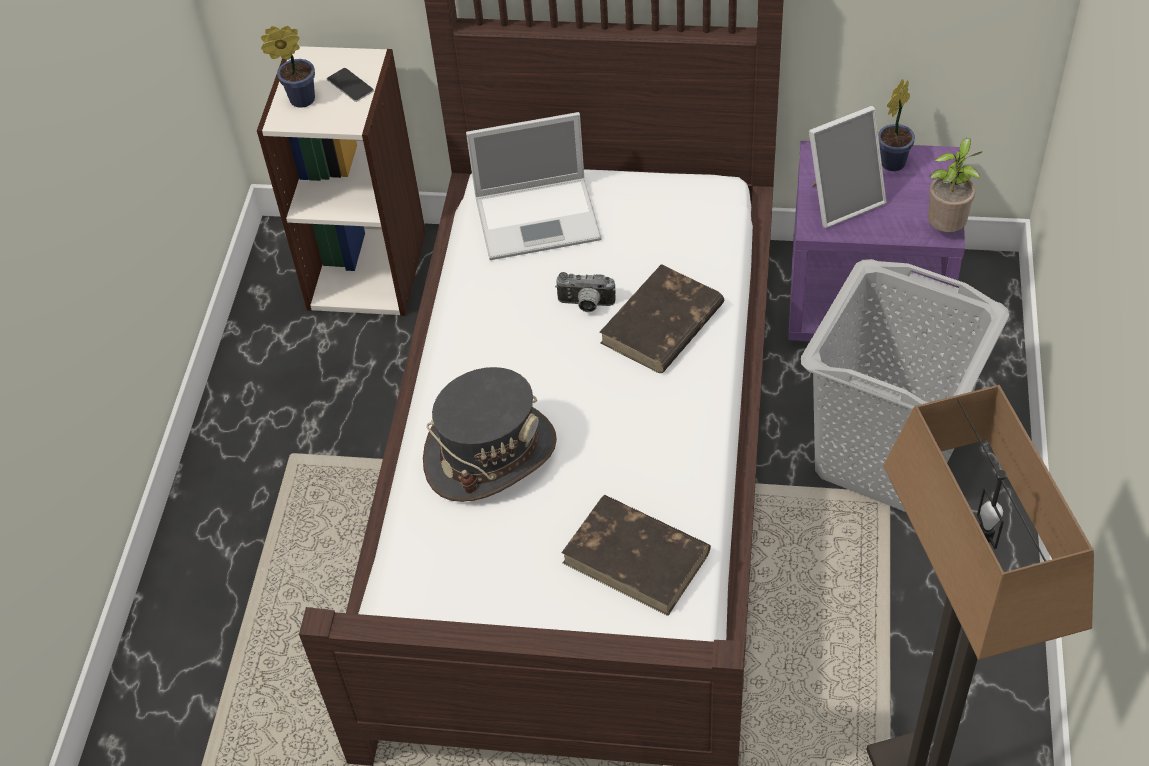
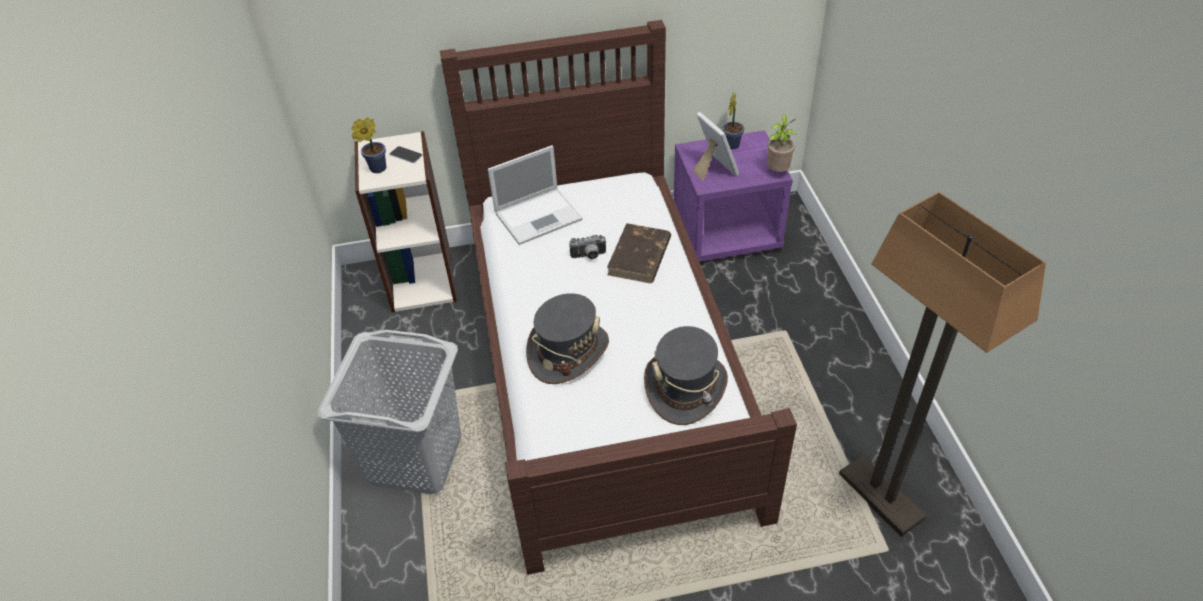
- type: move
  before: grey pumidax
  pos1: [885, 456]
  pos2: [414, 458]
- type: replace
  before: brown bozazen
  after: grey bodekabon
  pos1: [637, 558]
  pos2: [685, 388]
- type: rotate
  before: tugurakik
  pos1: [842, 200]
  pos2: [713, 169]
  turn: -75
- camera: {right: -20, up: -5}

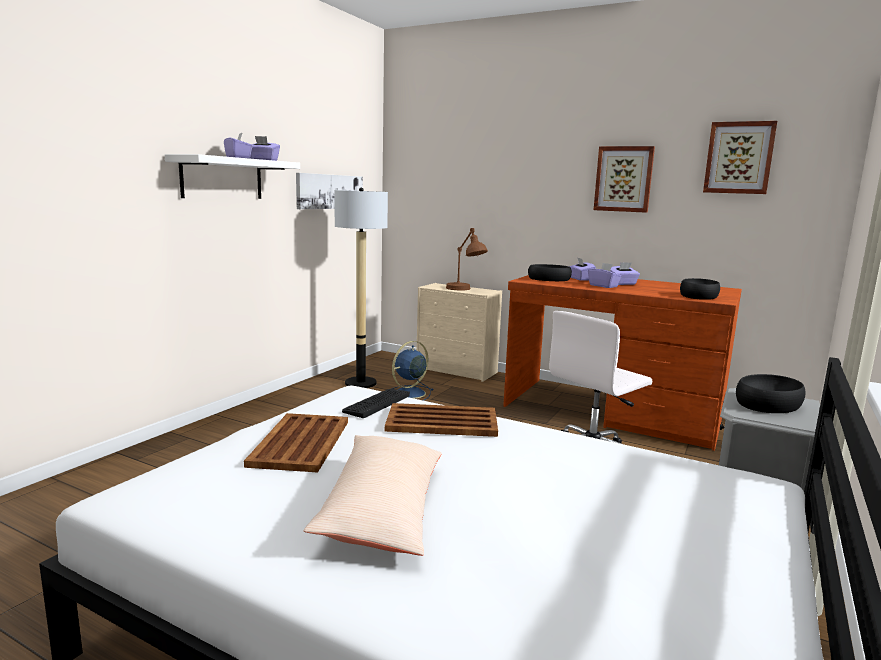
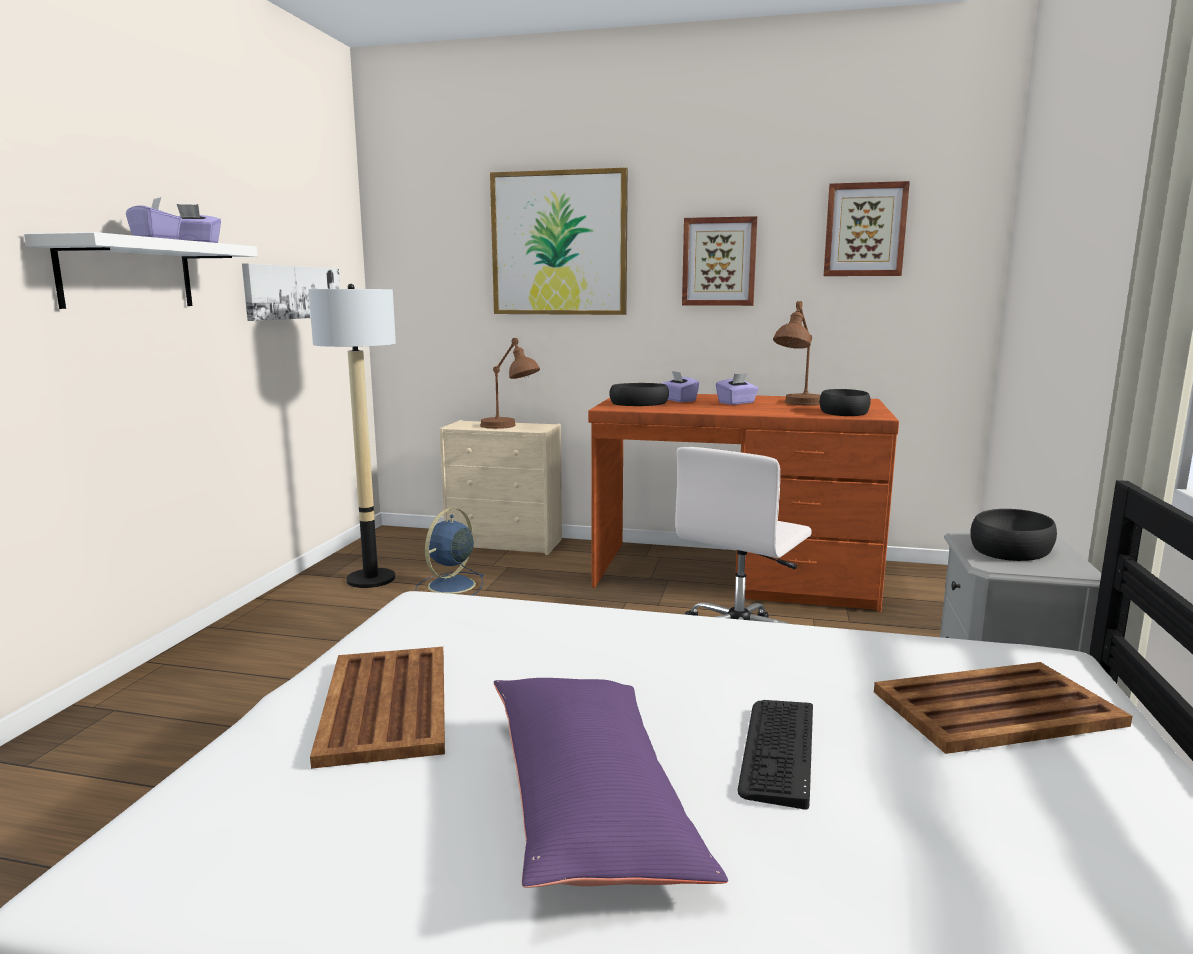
- type: delete
  before: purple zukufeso
  pos1: [603, 286]
- type: insert
  after: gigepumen
  pos2: [559, 244]
- type: insert
  after: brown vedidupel
  pos2: [798, 405]
- type: move
  before: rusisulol
  pos1: [376, 403]
  pos2: [777, 750]
- type: move
  before: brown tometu
  pos1: [443, 422]
  pos2: [999, 708]
- type: recolor
  before: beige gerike
  after: purple gerike
  pos1: [383, 508]
  pos2: [590, 800]
- camera: {right: -15, up: 0}

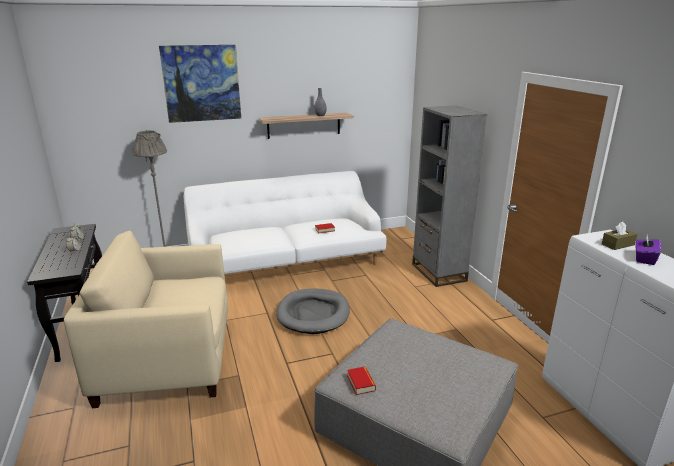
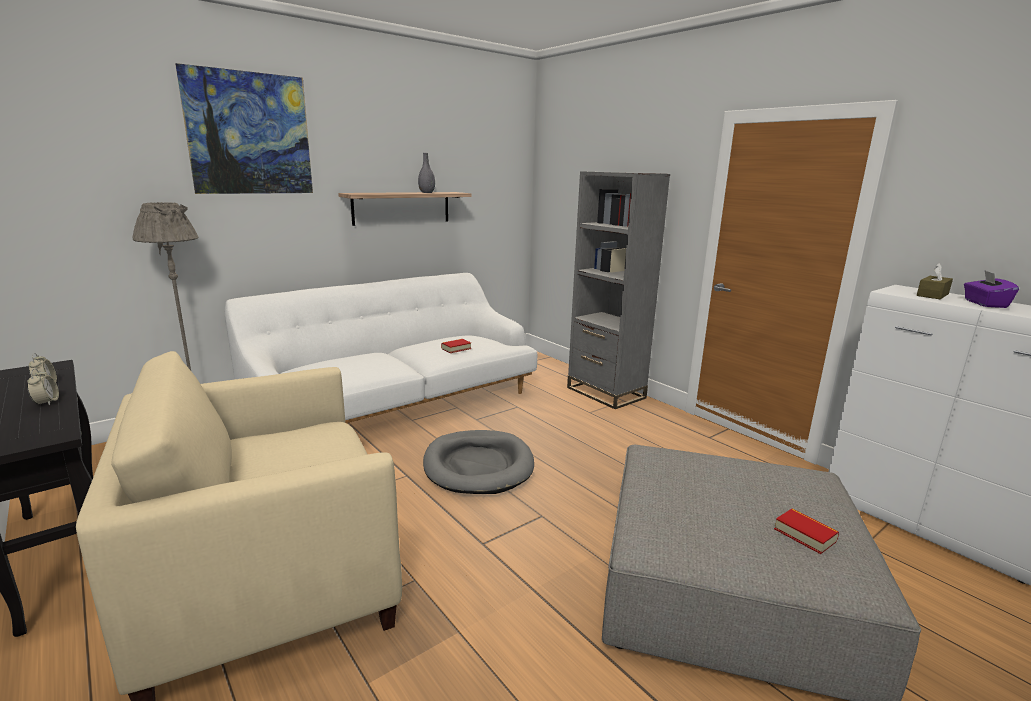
- type: move
  before: bozazen
  pos1: [361, 383]
  pos2: [805, 535]
- camera: {right: -20, up: -5}

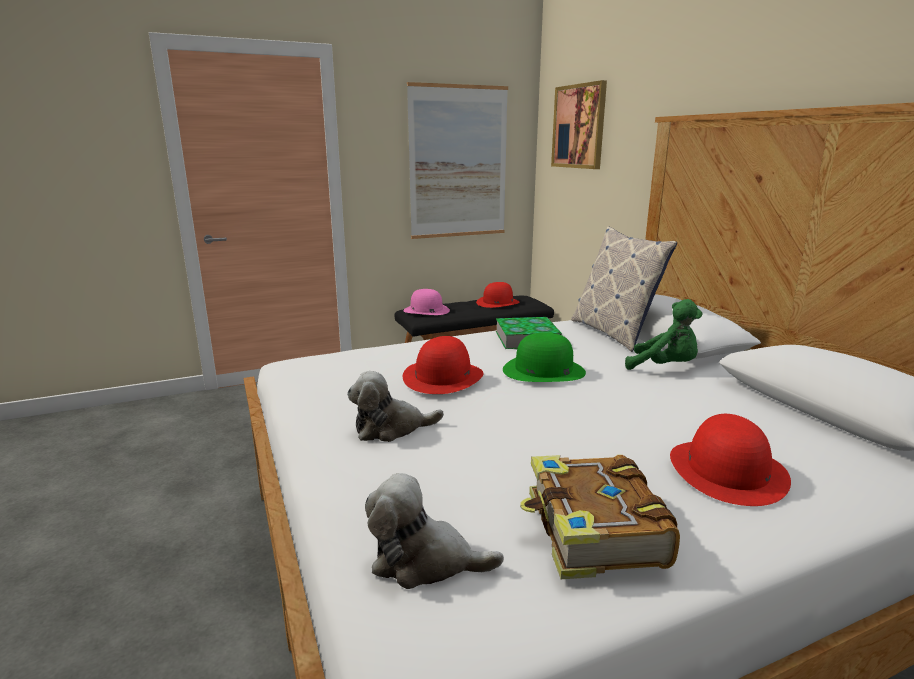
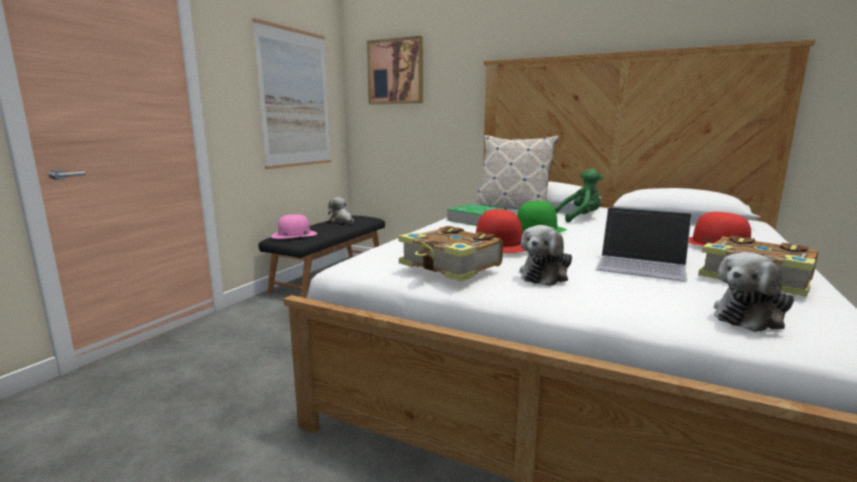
- type: insert
  after: bozazen
  pos2: [450, 266]
- type: insert
  after: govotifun
  pos2: [642, 265]
- type: replace
  before: red bodekabon
  after: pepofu
  pos1: [497, 302]
  pos2: [342, 221]
- camera: {right: -40, up: -5}

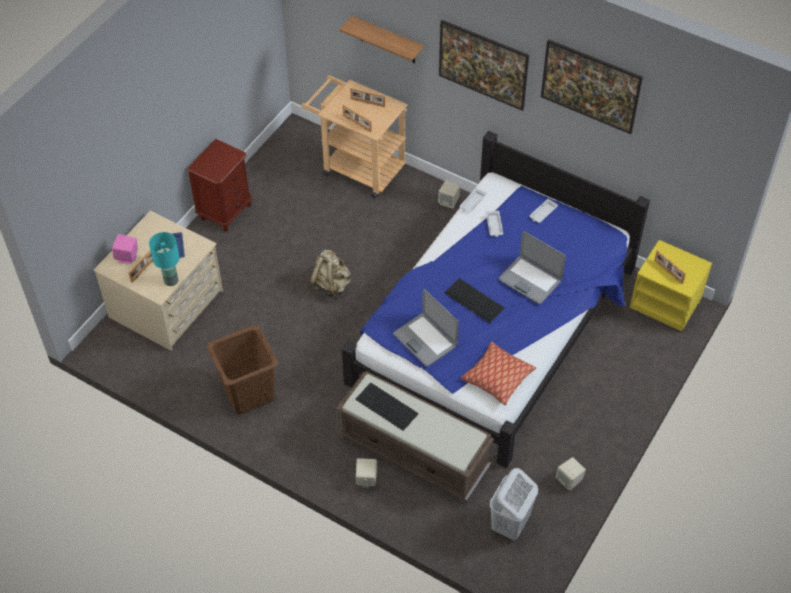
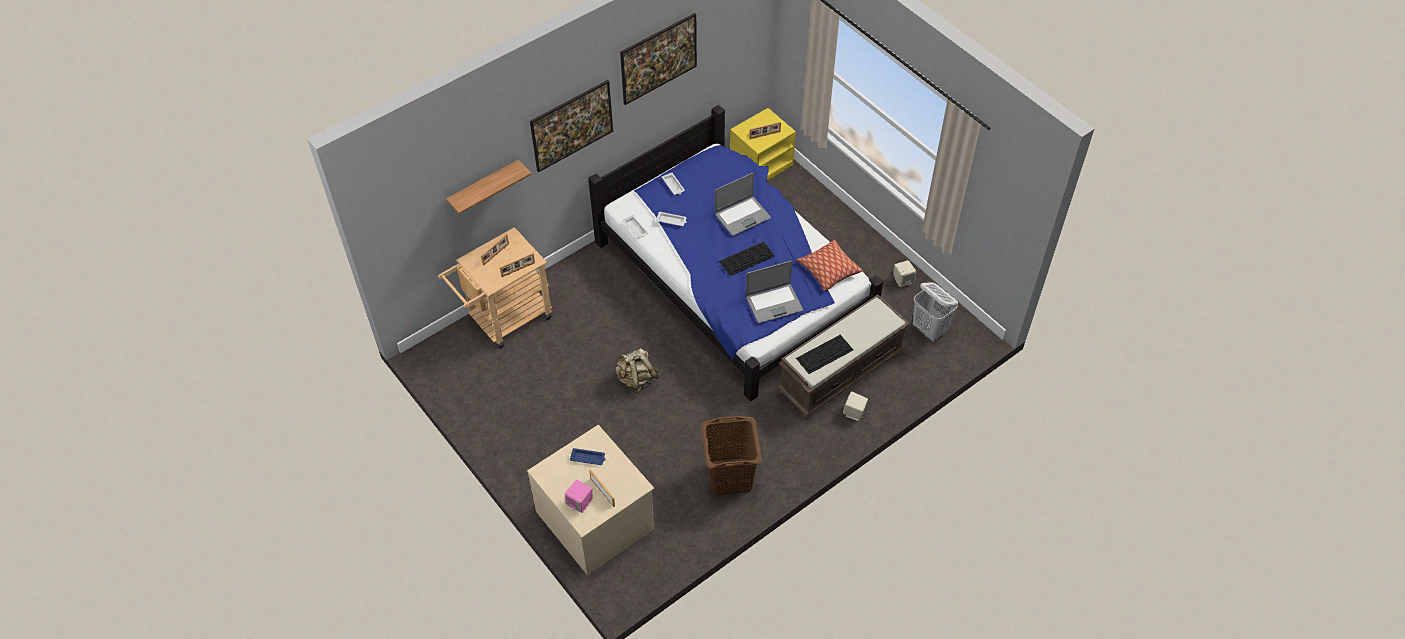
- type: delete
  before: turquoise vedidupel
  pos1: [170, 281]
- type: delete
  before: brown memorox
  pos1: [225, 211]
- type: delete
  before: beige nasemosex
  pos1: [449, 202]
- camera: {right: -70, up: 0}

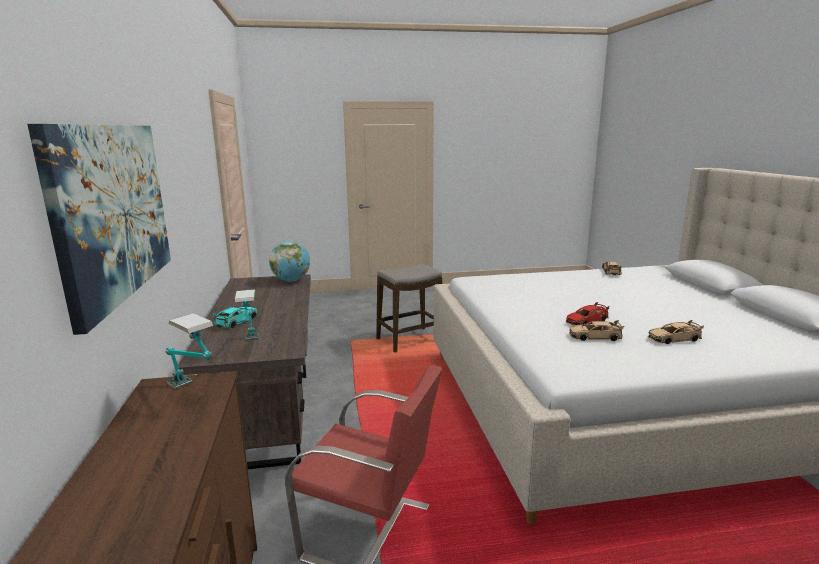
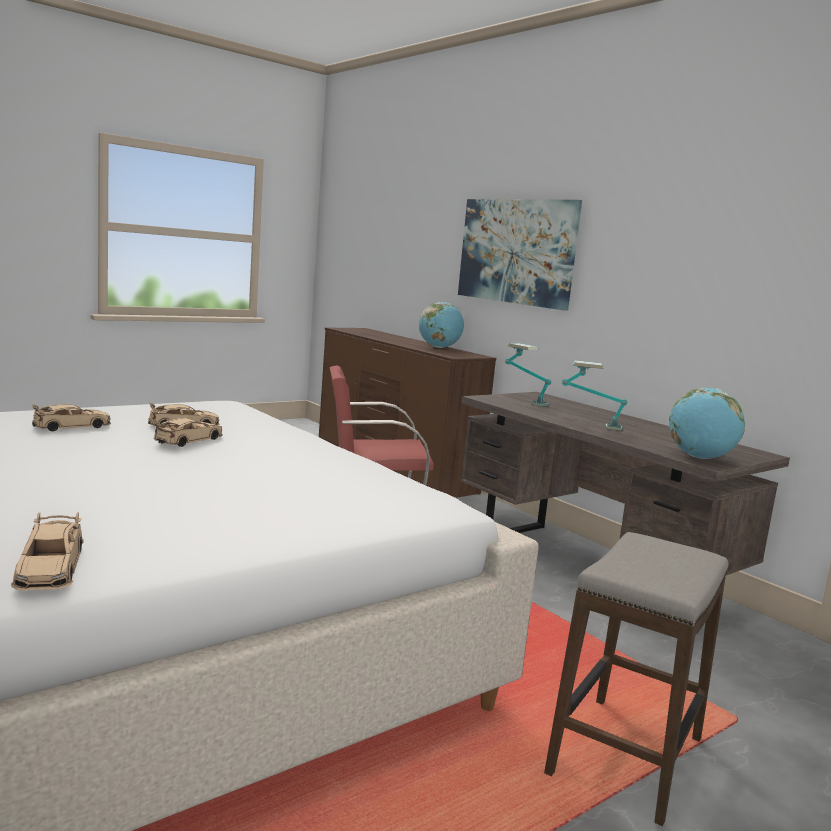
- type: delete
  before: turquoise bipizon
  pos1: [237, 321]
- type: insert
  after: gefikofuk
  pos2: [439, 347]
- type: move
  before: vedidupel
  pos1: [194, 392]
  pos2: [590, 425]
- type: recolor
  before: red bipizon
  after: beige bipizon
  pos1: [586, 321]
  pos2: [189, 440]
- camera: {right: 150, up: -5}

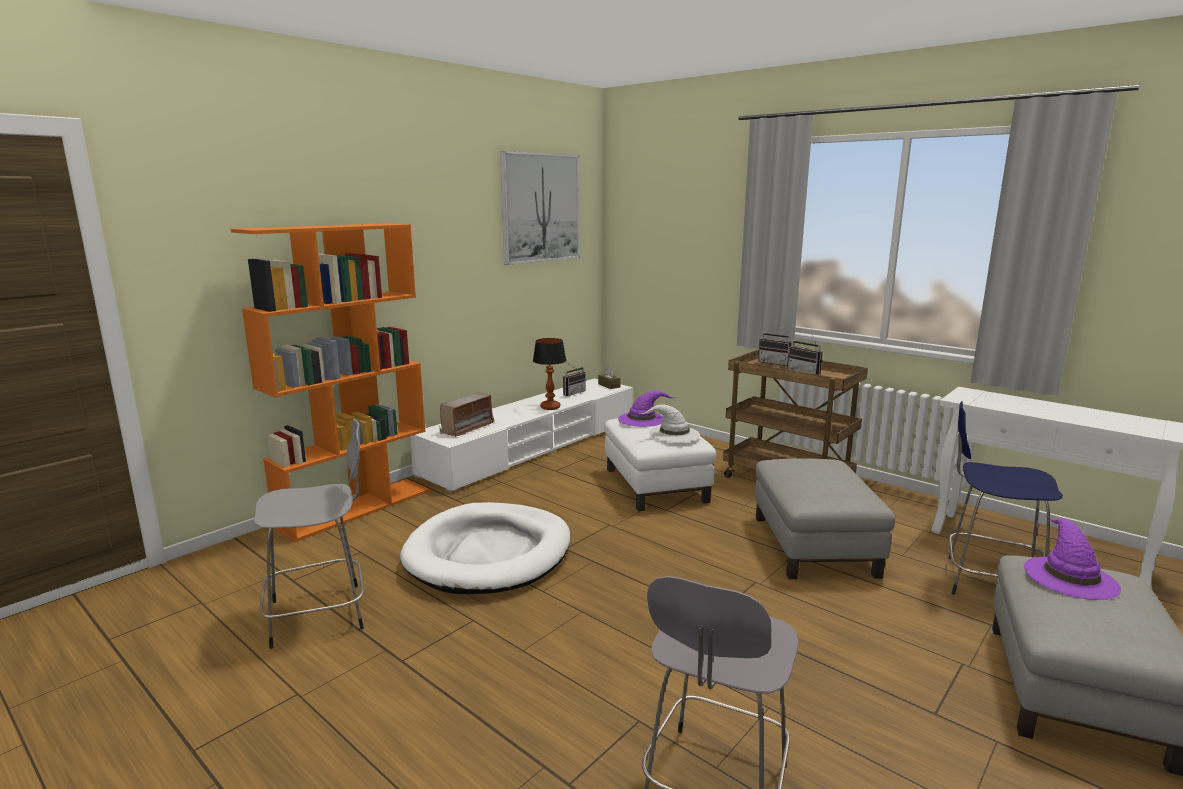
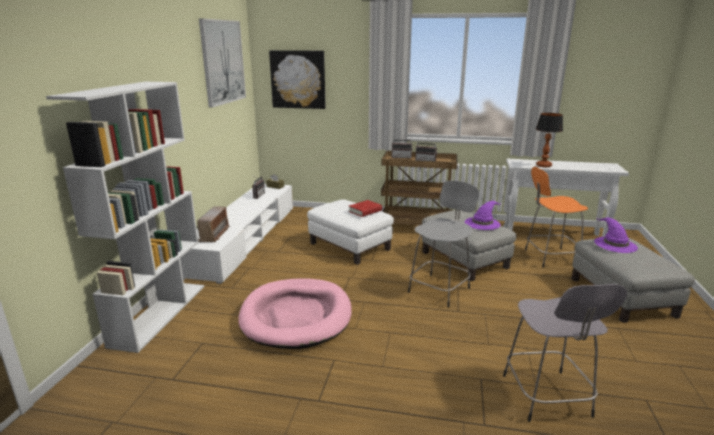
- type: insert
  after: gigepumen
  pos2: [298, 79]
- type: move
  before: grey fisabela
  pos1: [321, 614]
  pos2: [440, 289]
- type: move
  before: vedidupel
  pos1: [550, 407]
  pos2: [543, 166]
- type: move
  before: purple bodekabon
  pos1: [642, 419]
  pos2: [482, 223]
- type: replace
  before: white bodekabon
  after: red bozazen
  pos1: [673, 434]
  pos2: [365, 211]
- type: recolor
  before: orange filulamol
  after: white filulamol
  pos1: [356, 508]
  pos2: [159, 313]
- type: recolor
  before: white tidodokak
  after: pink tidodokak
  pos1: [489, 553]
  pos2: [296, 316]
- type: recolor
  before: blue fisabela
  after: orange fisabela
  pos1: [988, 582]
  pos2: [550, 257]
- camera: {right: -30, up: 5}

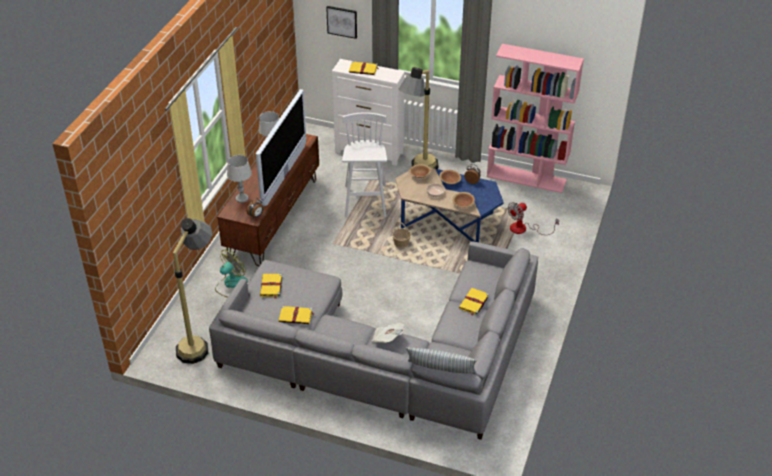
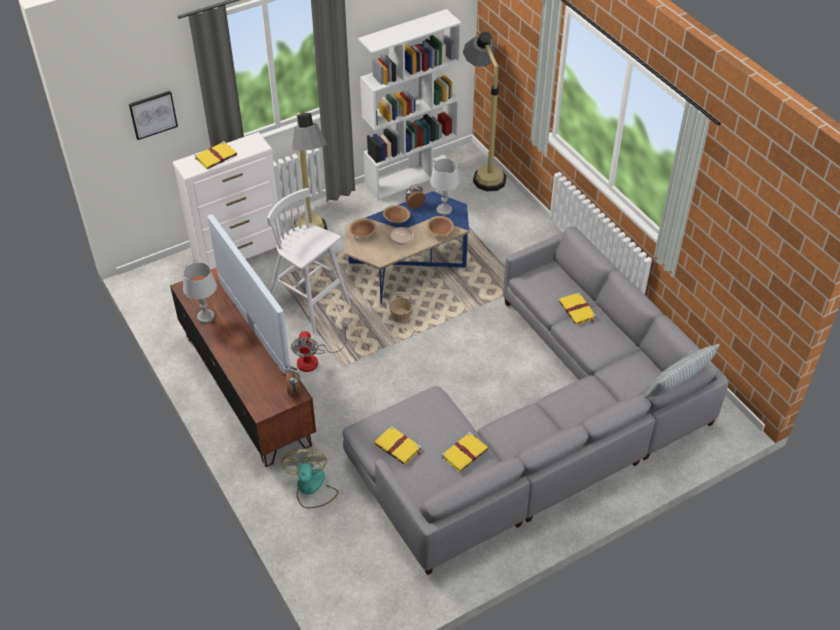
- type: delete
  before: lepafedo
  pos1: [387, 338]
- type: move
  before: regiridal
  pos1: [200, 341]
  pos2: [482, 171]
- type: move
  before: grey vedidupel
  pos1: [242, 198]
  pos2: [444, 210]
- type: move
  before: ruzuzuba
  pos1: [524, 229]
  pos2: [314, 359]
- type: recolor
  before: pink filulamol
  after: white filulamol
  pos1: [527, 178]
  pos2: [411, 177]
- camera: {right: -50, up: 5}

